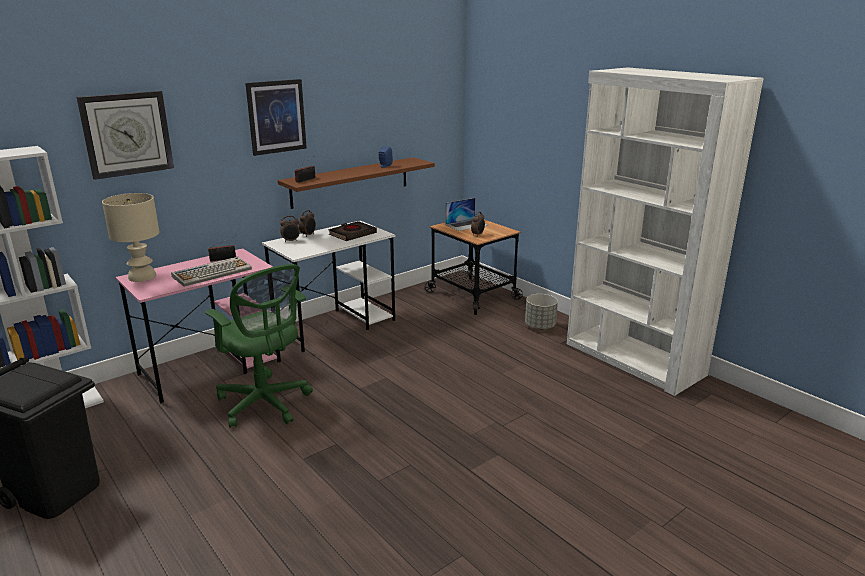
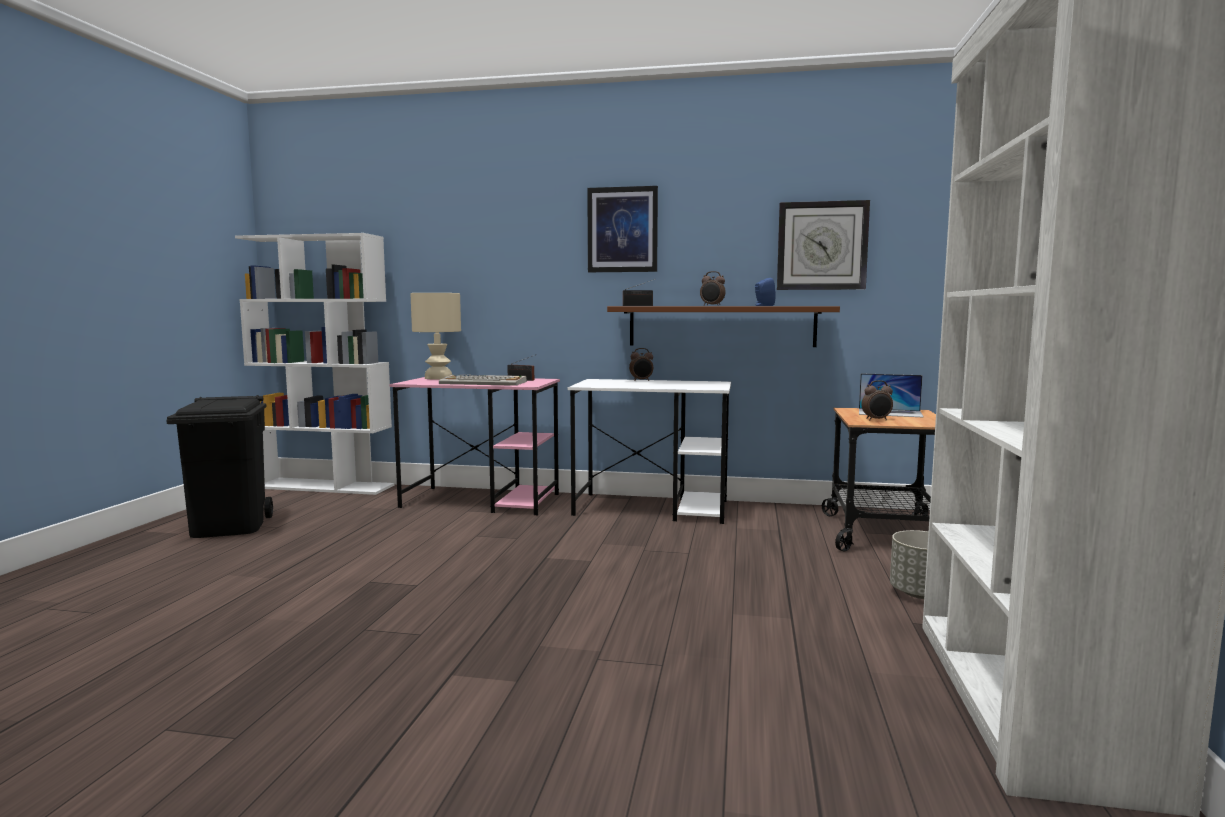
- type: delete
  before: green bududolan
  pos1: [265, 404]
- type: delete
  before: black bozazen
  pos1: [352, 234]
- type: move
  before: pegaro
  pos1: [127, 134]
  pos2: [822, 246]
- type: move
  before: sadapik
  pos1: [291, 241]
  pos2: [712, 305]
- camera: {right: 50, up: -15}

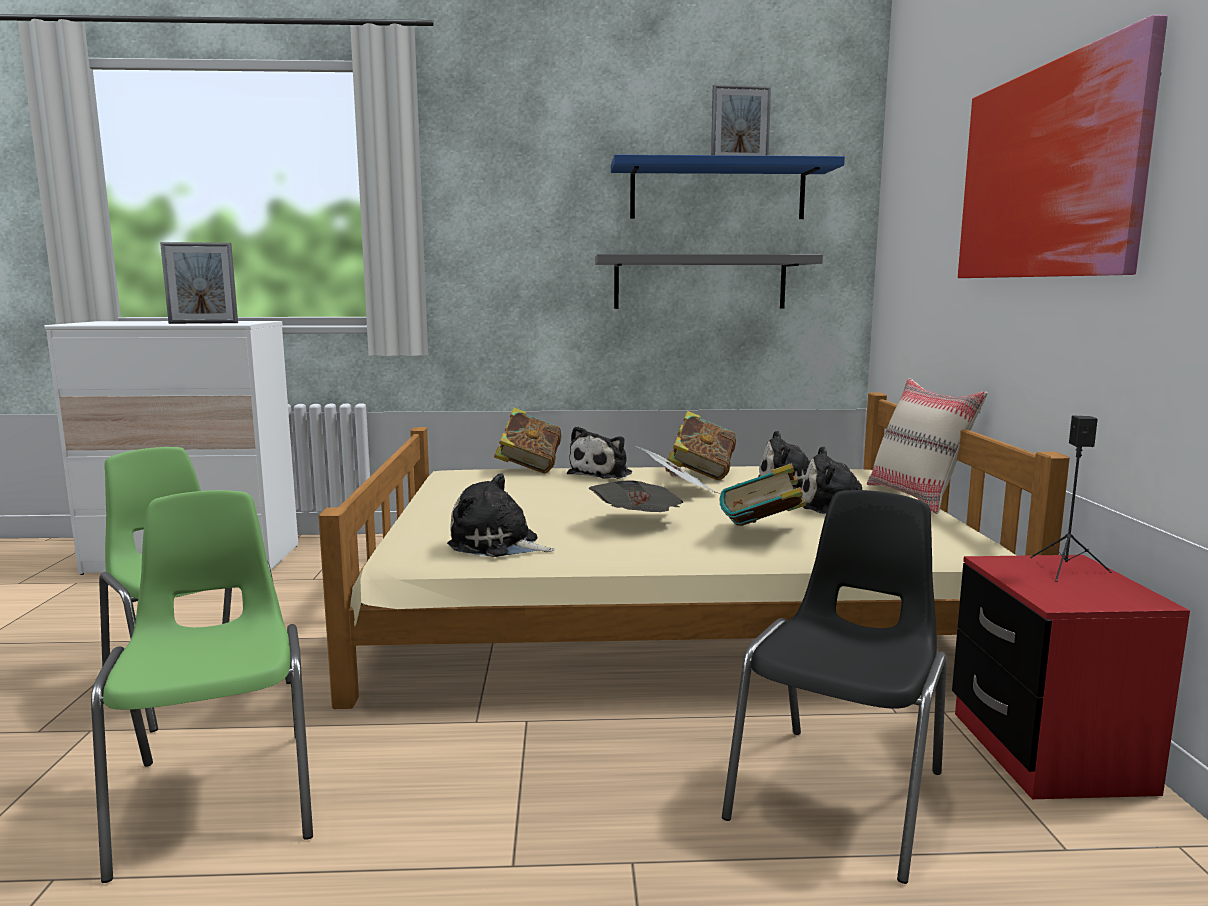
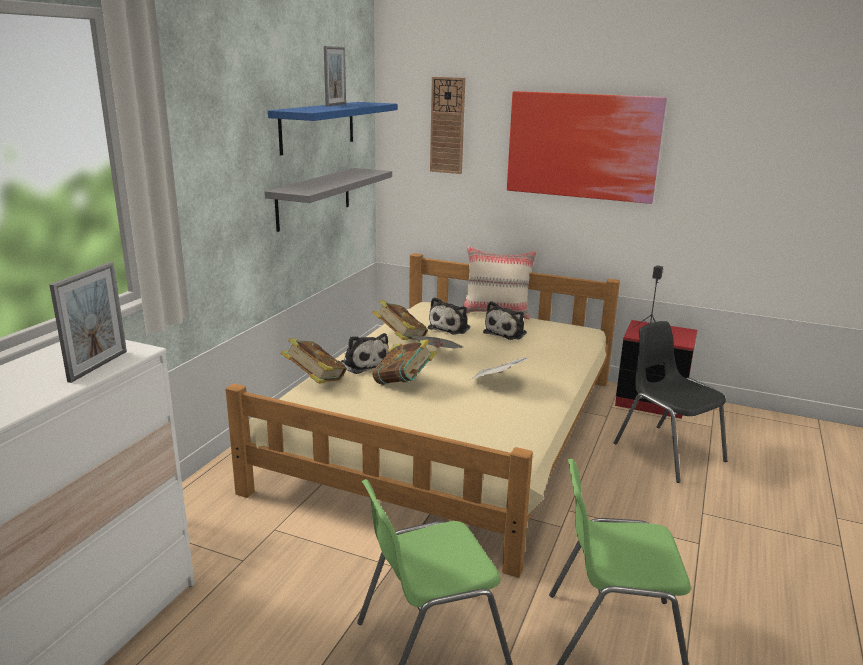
- type: delete
  before: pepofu
  pos1: [498, 545]
- type: insert
  after: pegaro
  pos2: [447, 125]
- type: move
  before: bozazen
  pos1: [763, 534]
  pos2: [404, 384]
- camera: {right: -65, up: 10}

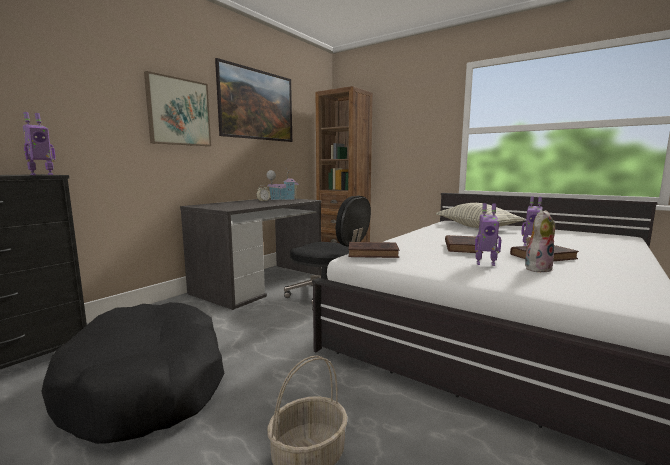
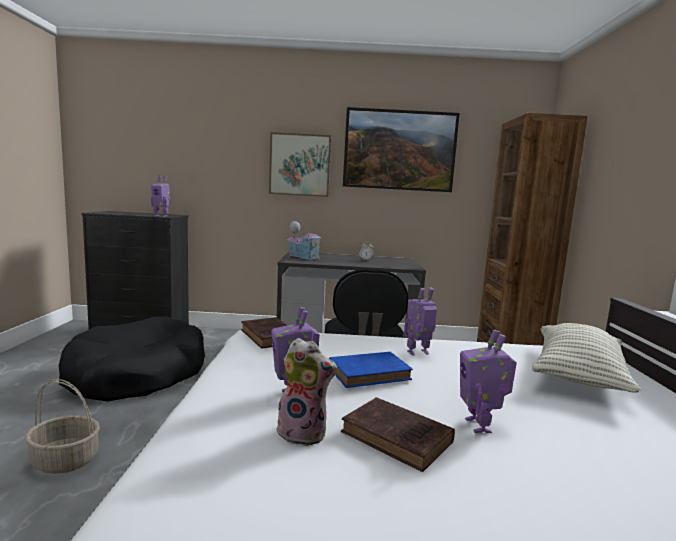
- type: insert
  after: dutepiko
  pos2: [418, 353]
- type: move
  before: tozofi
  pos1: [283, 199]
  pos2: [304, 257]
- type: recolor
  before: brown bozazen
  after: blue bozazen
  pos1: [462, 247]
  pos2: [371, 373]
- camera: {right: 55, up: 0}

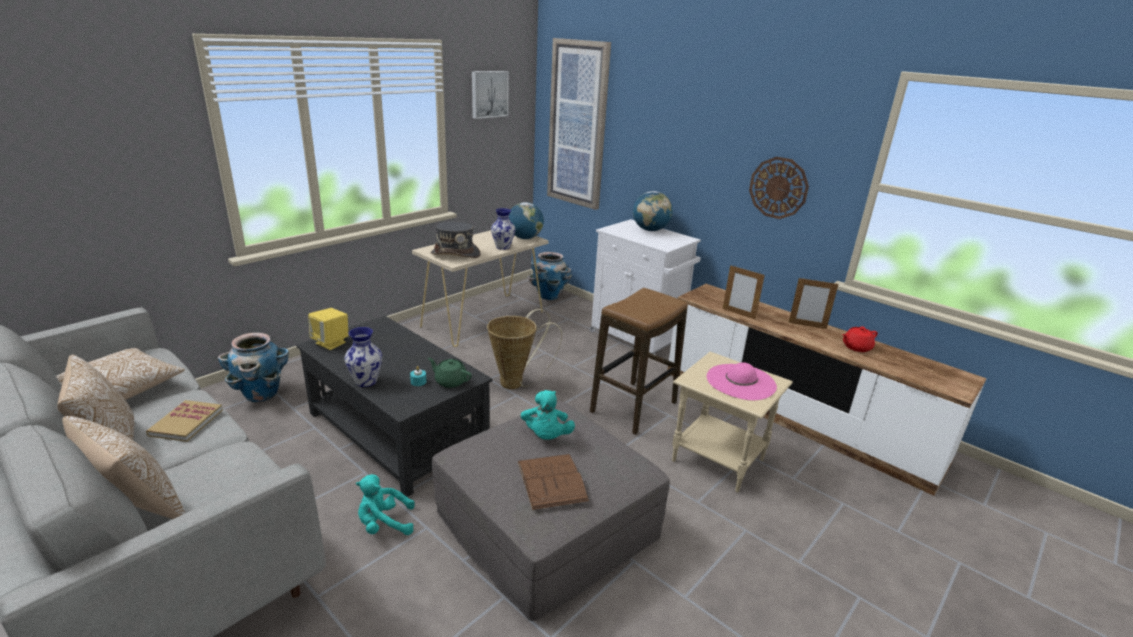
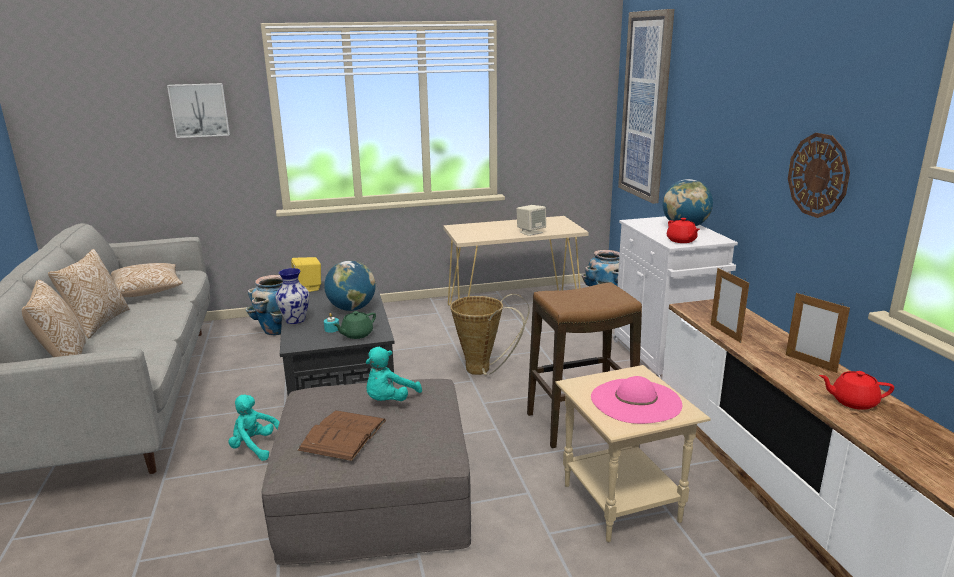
- type: delete
  before: bozazen
  pos1: [186, 422]
- type: delete
  before: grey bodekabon
  pos1: [455, 254]
- type: insert
  after: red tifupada
  pos2: [681, 241]
- type: move
  before: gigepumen
  pos1: [489, 94]
  pos2: [199, 110]
- type: move
  before: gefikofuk
  pos1: [525, 238]
  pos2: [352, 309]
- type: replace
  before: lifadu
  after: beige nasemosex
  pos1: [503, 247]
  pos2: [531, 232]
- type: rotate
  before: green tifupada
  pos1: [450, 381]
  pos2: [356, 334]
  turn: -105
- camera: {right: 35, up: -5}

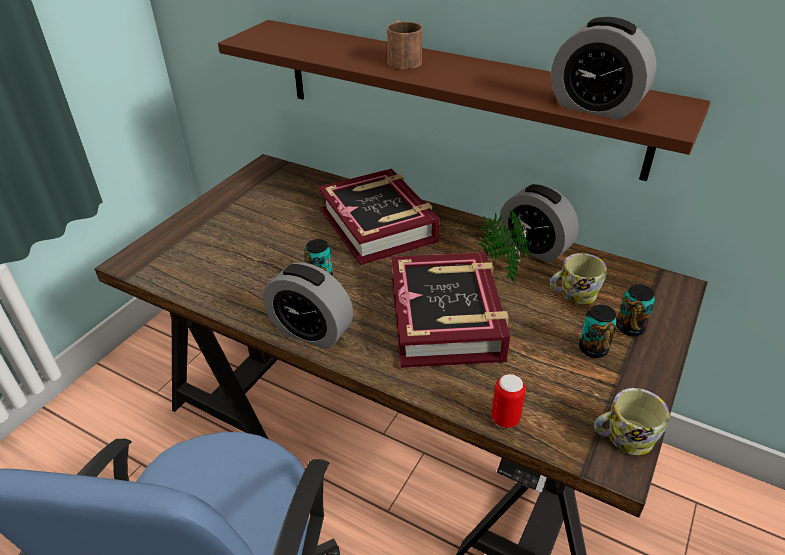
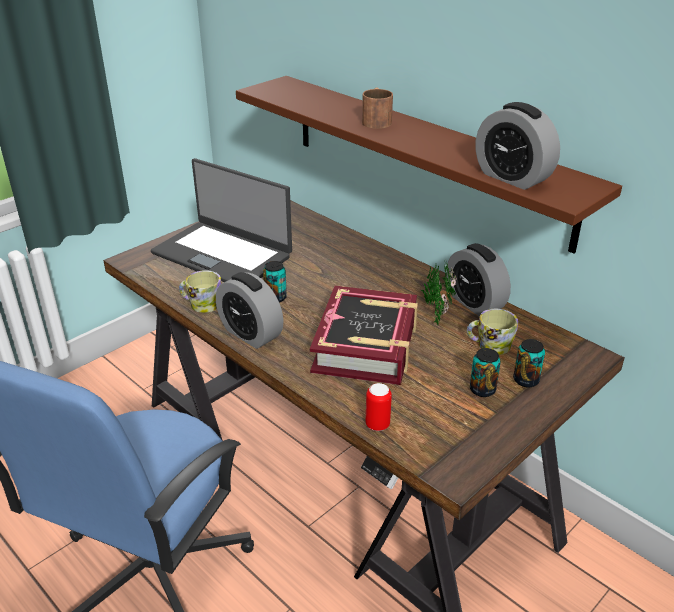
- type: delete
  before: bozazen
  pos1: [378, 225]
- type: insert
  after: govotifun
  pos2: [223, 254]
- type: move
  before: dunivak
  pos1: [623, 437]
  pos2: [201, 304]
- camera: {right: 15, up: -5}

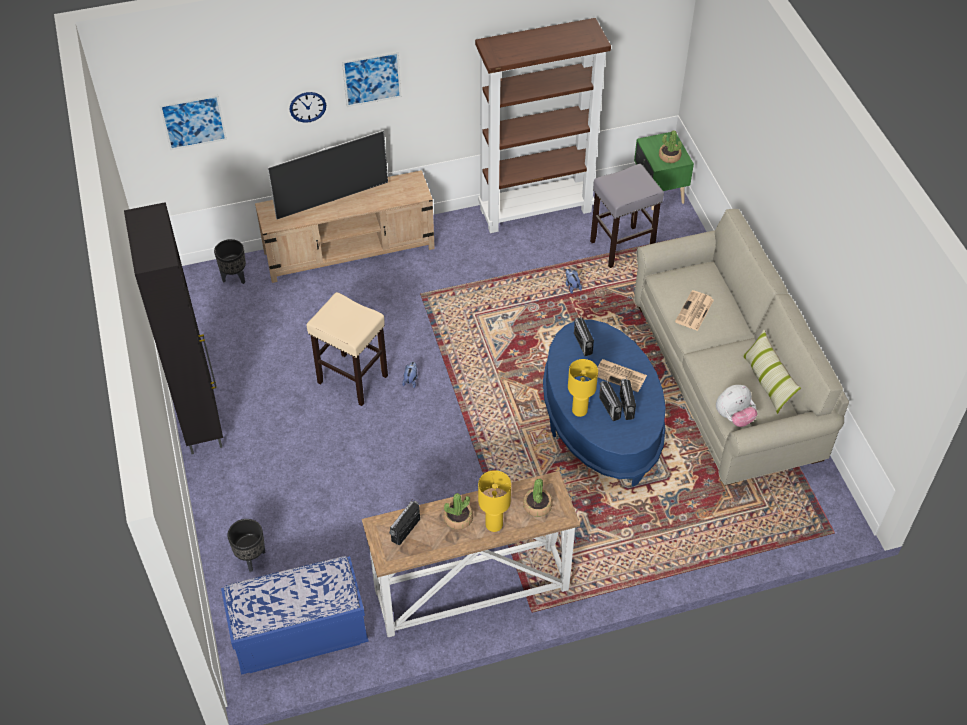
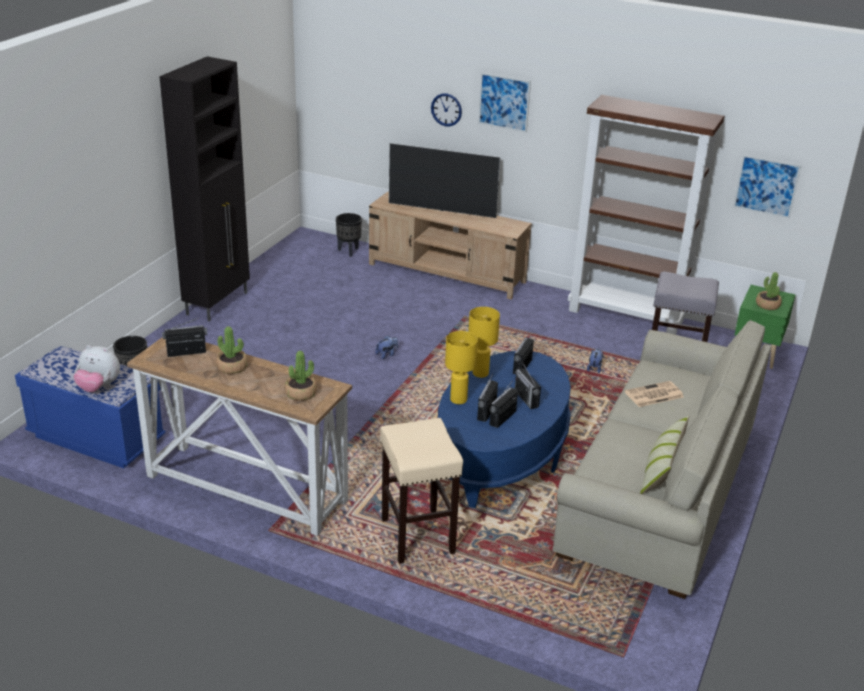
- type: move
  before: gigepumen
  pos1: [193, 122]
  pos2: [766, 186]
- type: move
  before: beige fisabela
  pos1: [352, 379]
  pos2: [417, 535]
- type: move
  before: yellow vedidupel
  pos1: [494, 524]
  pos2: [481, 373]
- type: move
  before: pepofu
  pos1: [733, 417]
  pos2: [98, 387]
- type: replace
  before: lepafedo
  after: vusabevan
  pos1: [621, 375]
  pos2: [526, 399]
- camera: {right: 40, up: -20}

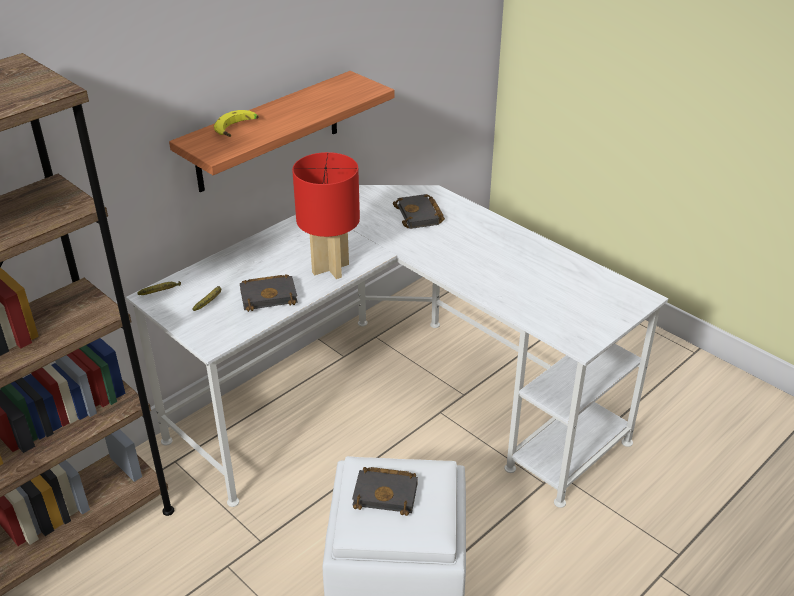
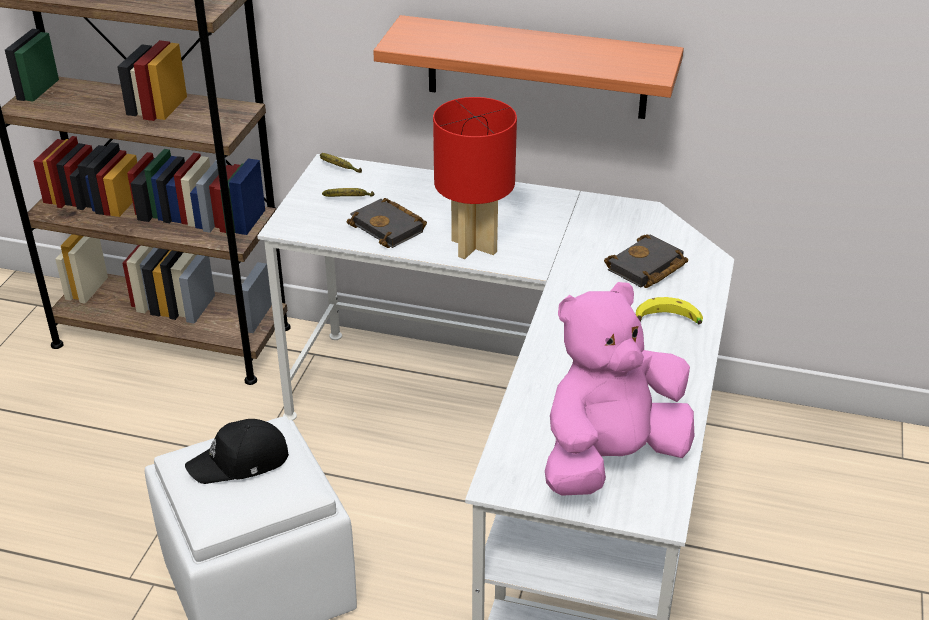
- type: insert
  after: pink pepofu
  pos2: [610, 458]
- type: move
  before: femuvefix
  pos1: [238, 129]
  pos2: [667, 323]
- type: replace
  before: black bozazen
  after: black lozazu
  pos1: [387, 493]
  pos2: [241, 462]
- camera: {right: 60, up: 0}

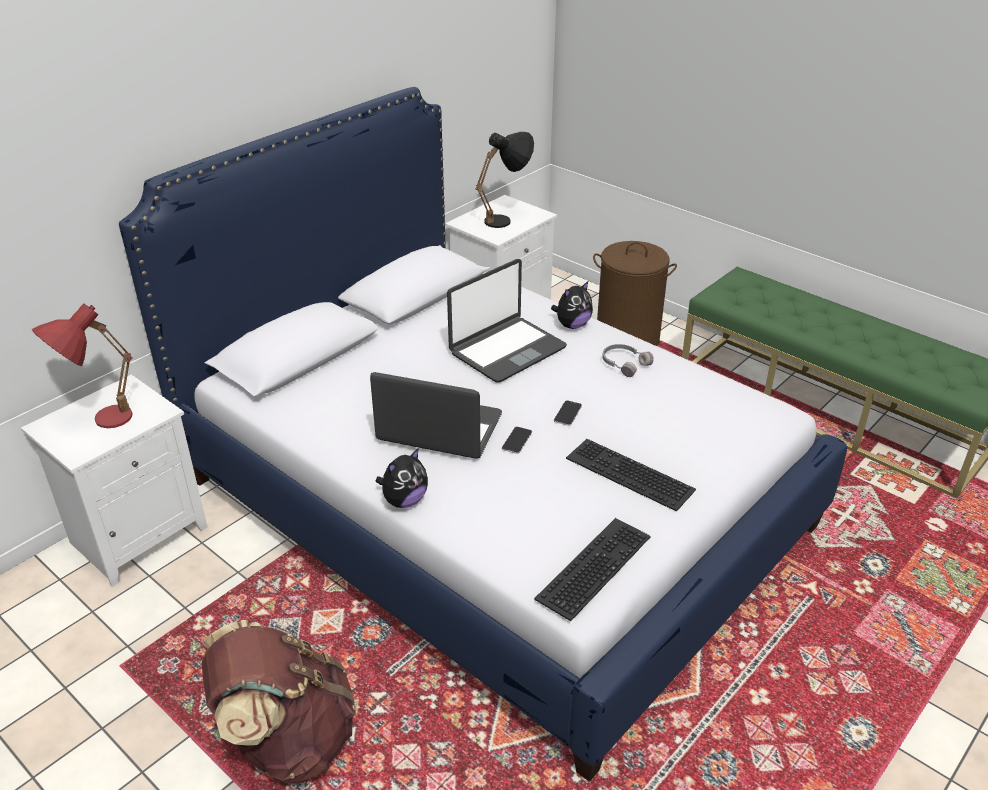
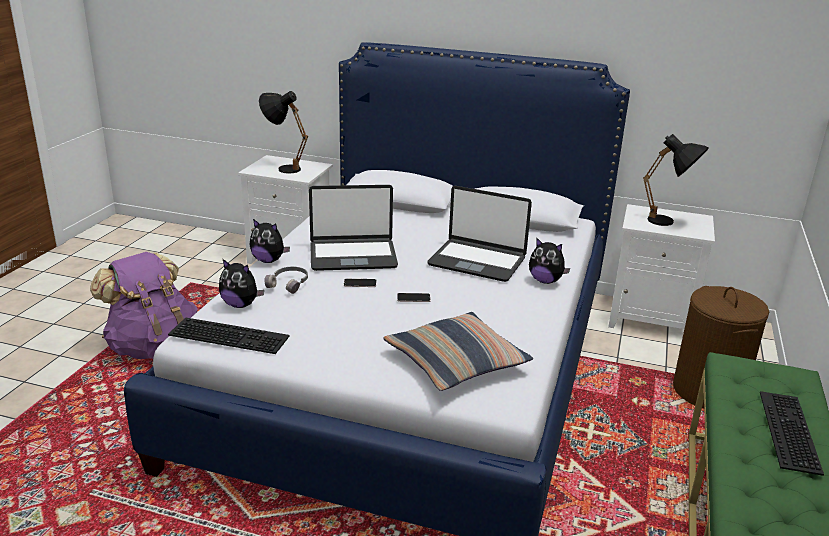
- type: insert
  after: pepofu
  pos2: [241, 305]
- type: insert
  after: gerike
  pos2: [456, 362]
- type: move
  before: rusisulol
  pos1: [627, 474]
  pos2: [786, 429]
- type: move
  before: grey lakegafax
  pos1: [624, 363]
  pos2: [289, 284]
- type: recolor
  before: red vedidupel
  after: black vedidupel
  pos1: [99, 422]
  pos2: [283, 168]
- type: recolor
  before: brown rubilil
  after: purple rubilil
  pos1: [288, 739]
  pos2: [153, 346]
- type: rotate
  before: govotifun
  pos1: [439, 429]
  pos2: [353, 256]
  turn: 90
- camera: {right: 65, up: -10}

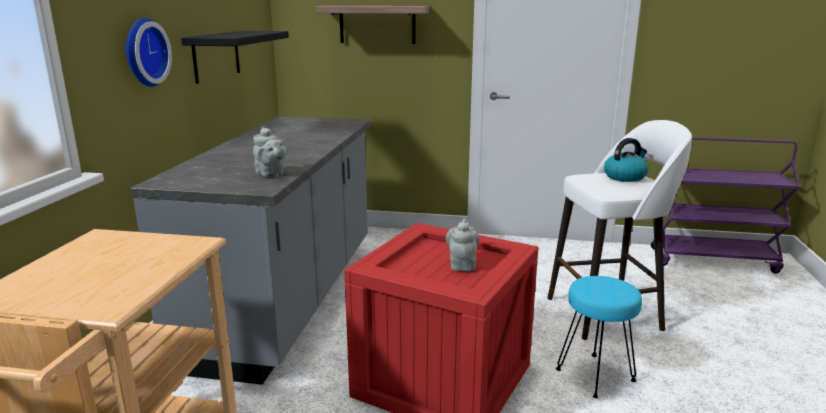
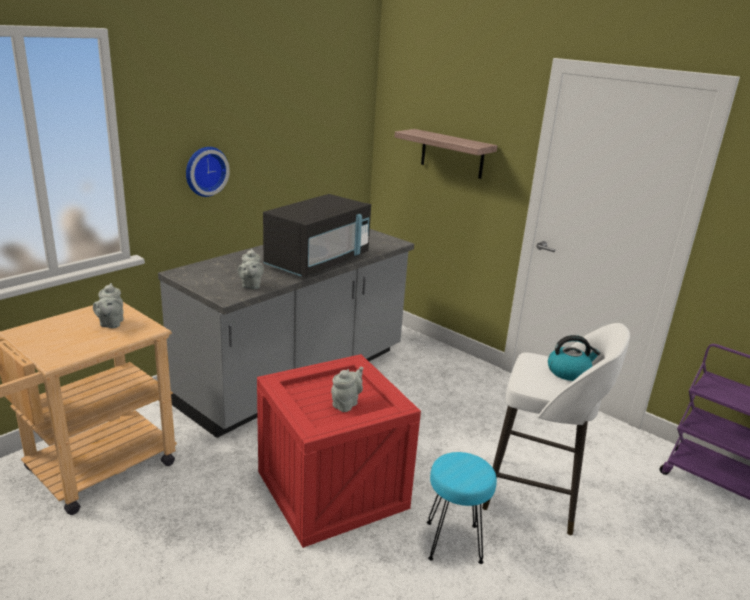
- type: delete
  before: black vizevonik
  pos1: [216, 56]
- type: insert
  after: grey tifupada
  pos2: [111, 324]
- type: insert
  after: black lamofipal
  pos2: [318, 262]
- camera: {right: 30, up: 5}

